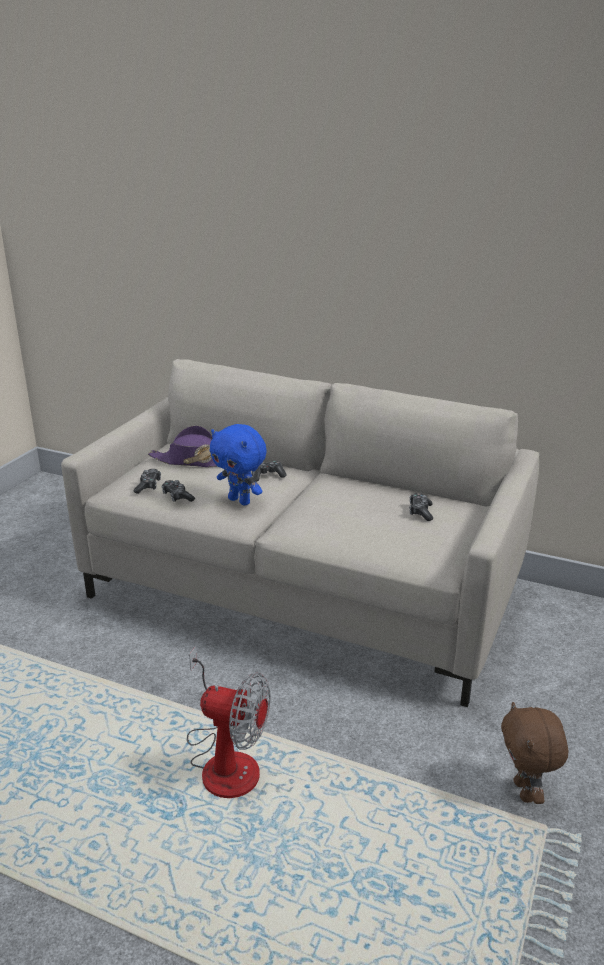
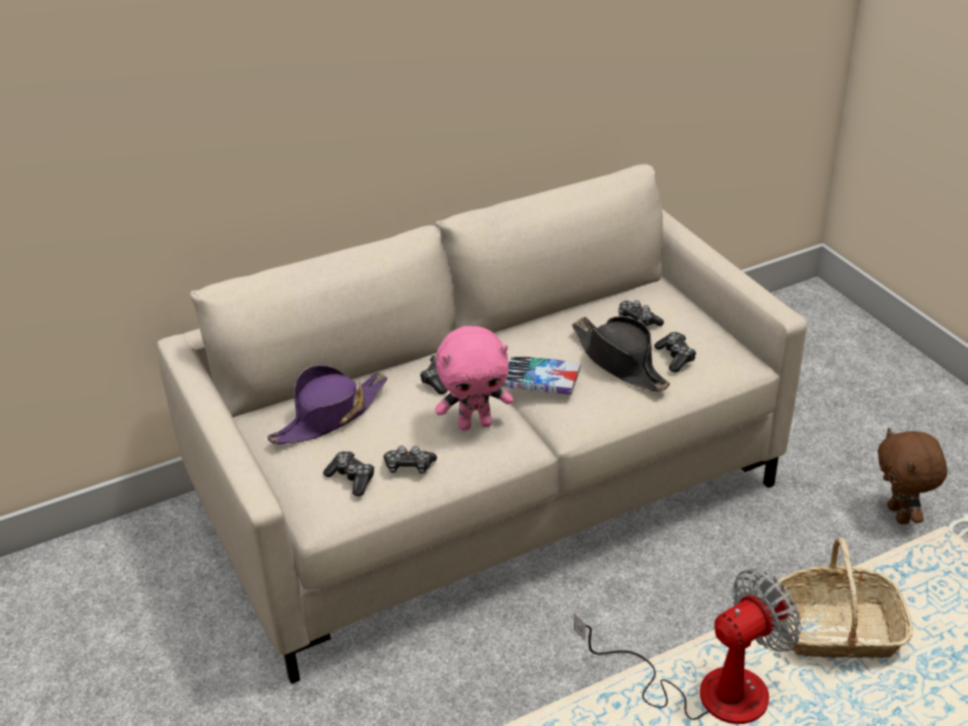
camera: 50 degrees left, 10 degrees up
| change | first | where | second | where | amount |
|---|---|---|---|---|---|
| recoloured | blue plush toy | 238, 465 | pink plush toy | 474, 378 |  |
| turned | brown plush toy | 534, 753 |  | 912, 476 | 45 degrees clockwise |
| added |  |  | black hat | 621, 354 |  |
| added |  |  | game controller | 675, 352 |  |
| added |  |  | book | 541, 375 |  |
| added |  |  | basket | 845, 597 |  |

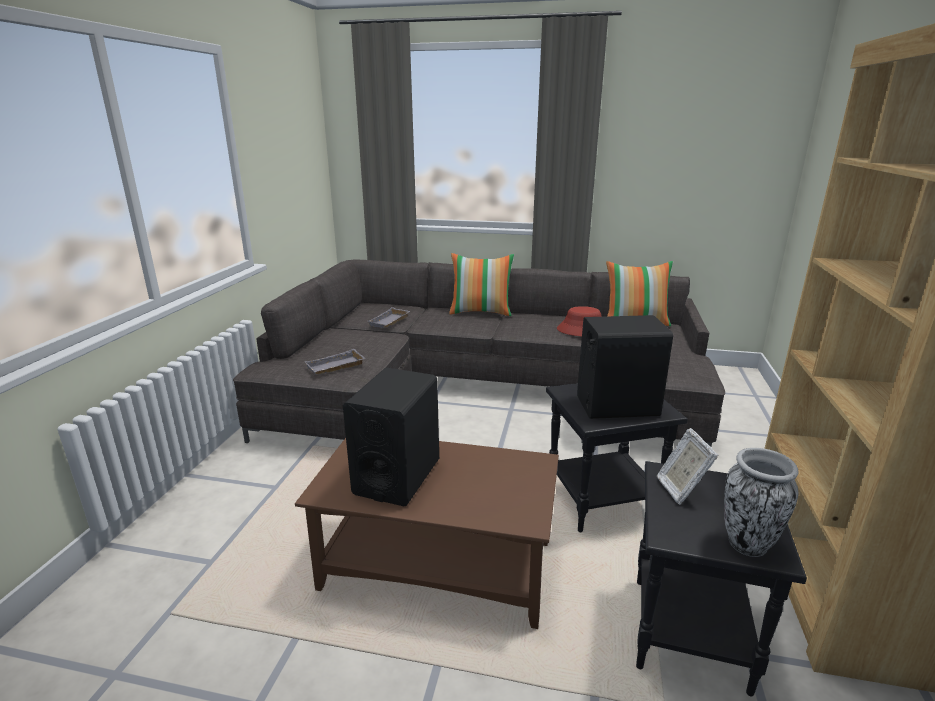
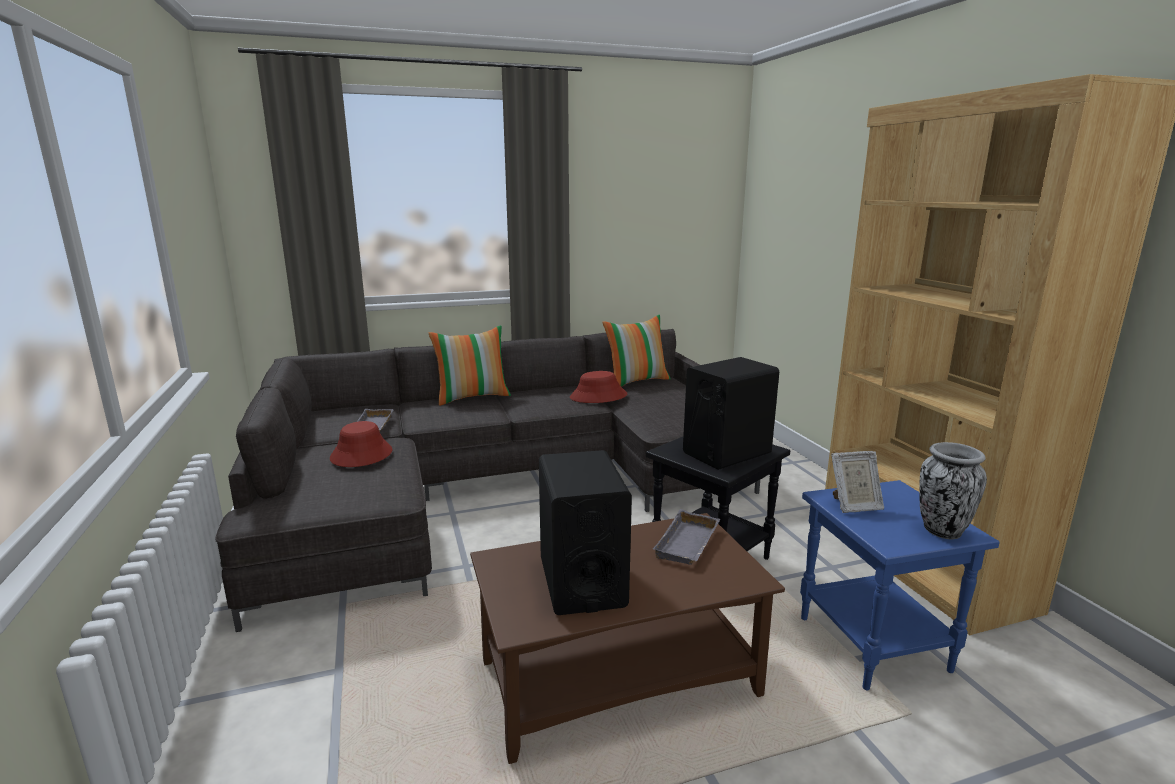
camera: 30 degrees left, 5 degrees down
| change | first | where | second | where | amount |
|---|---|---|---|---|---|
| moved | grey tray | 335, 362 |  | 686, 537 |  |
| turned | picture frame | 688, 466 |  | 857, 482 | 60 degrees counterclockwise |
| recoloured | black side table | 721, 578 | blue side table | 900, 585 |  |
| added |  |  | red hat | 361, 444 |  |

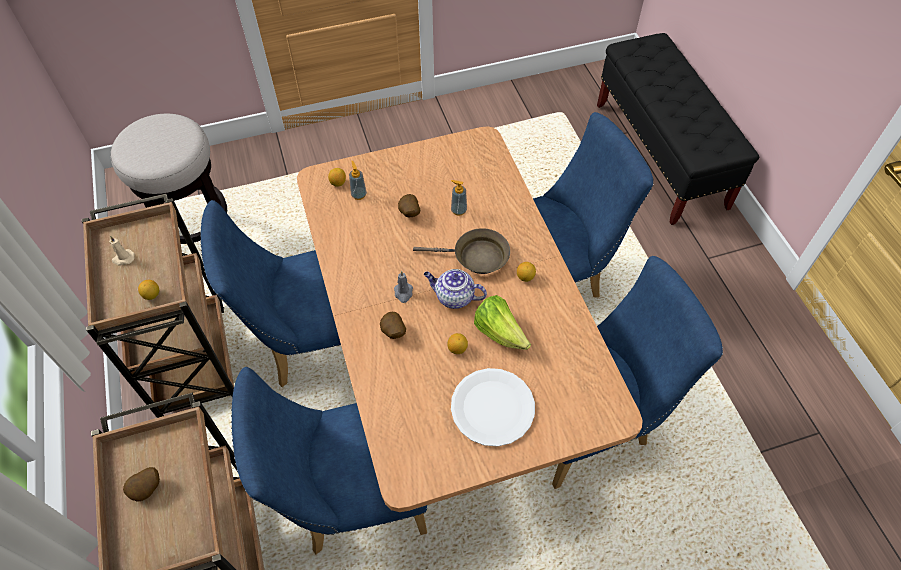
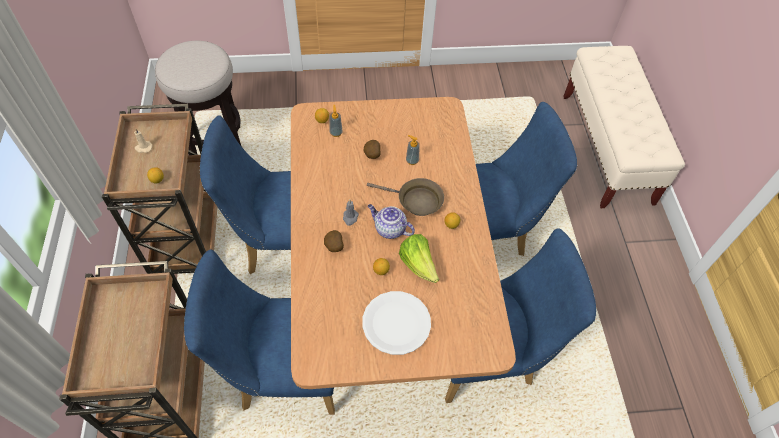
camera: 10 degrees right, 0 degrees up
| change | first | where | second | where | amount |
|---|---|---|---|---|---|
| recoloured | black bench | 678, 129 | beige bench | 624, 127 |  |
| removed | potato | 141, 484 |  |  |  |

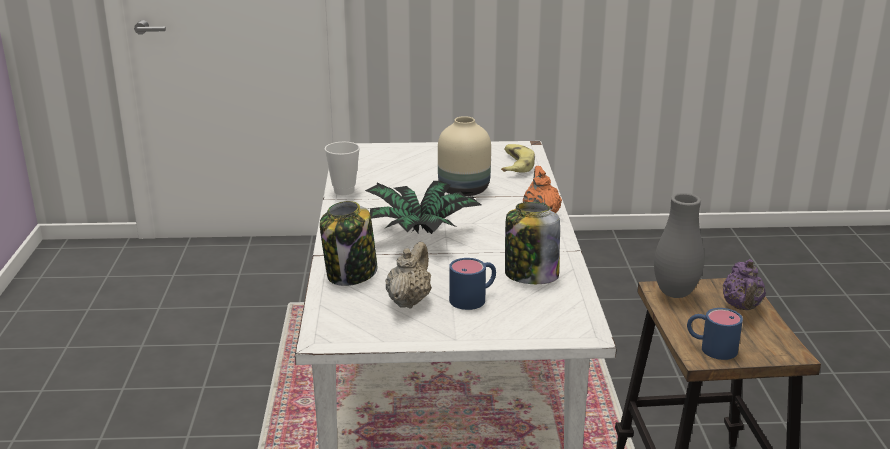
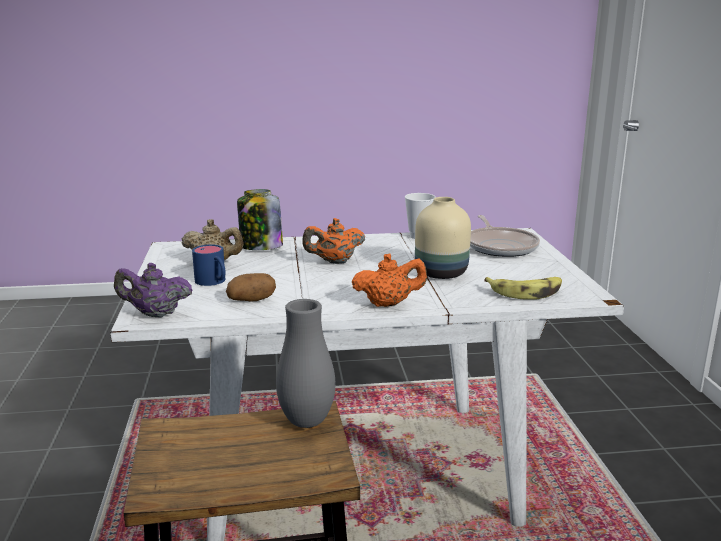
camera: 85 degrees right, 5 degrees down
| change | first | where | second | where | amount |
|---|---|---|---|---|---|
| replaced | potted plant | 423, 207 | orange teapot | 333, 241 |  |
| replaced | jar | 532, 243 | potato | 251, 287 |  |
| moved | purple teapot | 744, 284 |  | 153, 290 |  |
| removed | blue mug | 715, 334 |  |  |  |
| added |  |  | frying pan | 505, 236 |  |

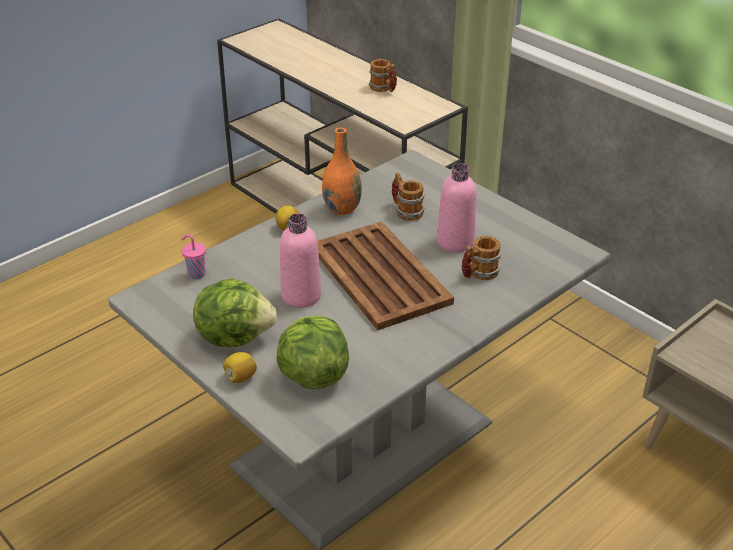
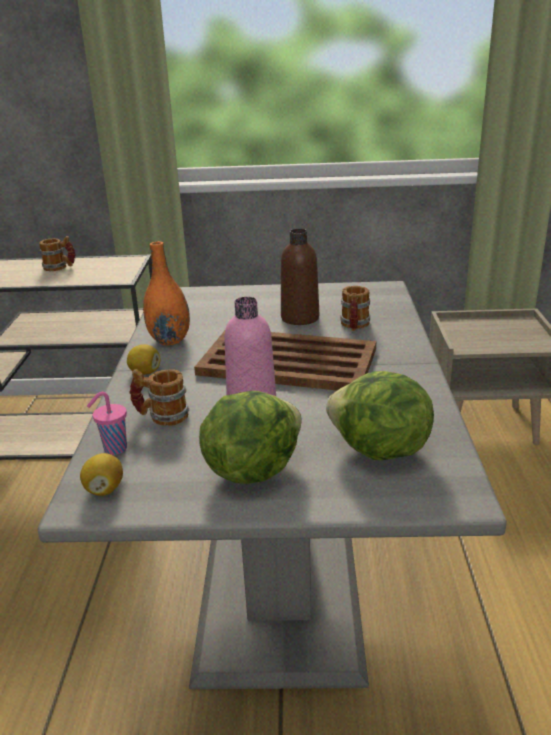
camera: 45 degrees left, 10 degrees down
| change | first | where | second | where | amount |
|---|---|---|---|---|---|
| recoloured | pink bottle | 456, 207 | brown bottle | 300, 277 |  |
| moved | mug | 408, 196 |  | 159, 397 |  |
| moved | lemon | 240, 367 |  | 101, 474 |  |

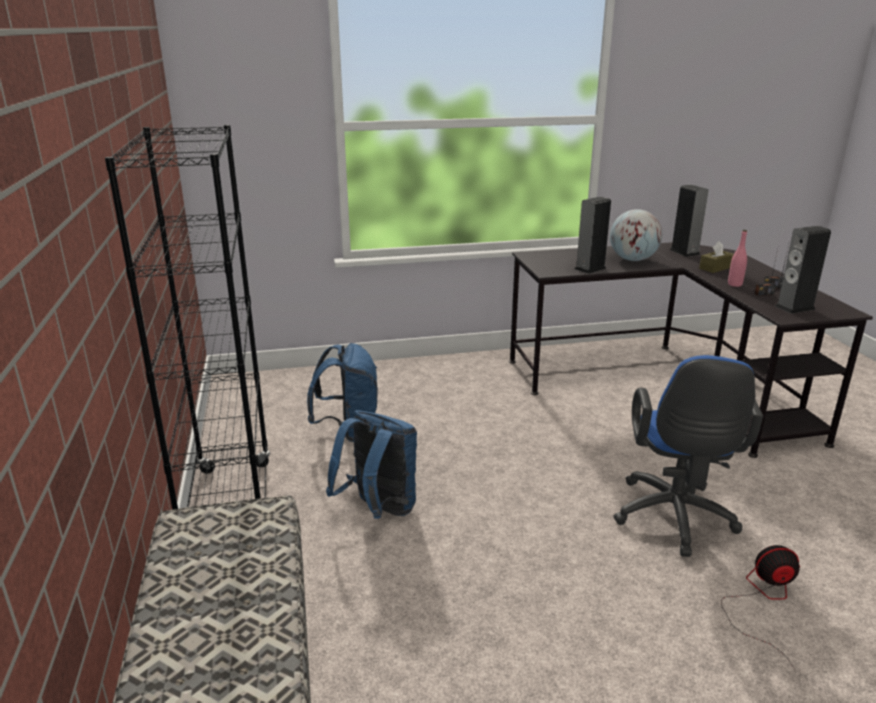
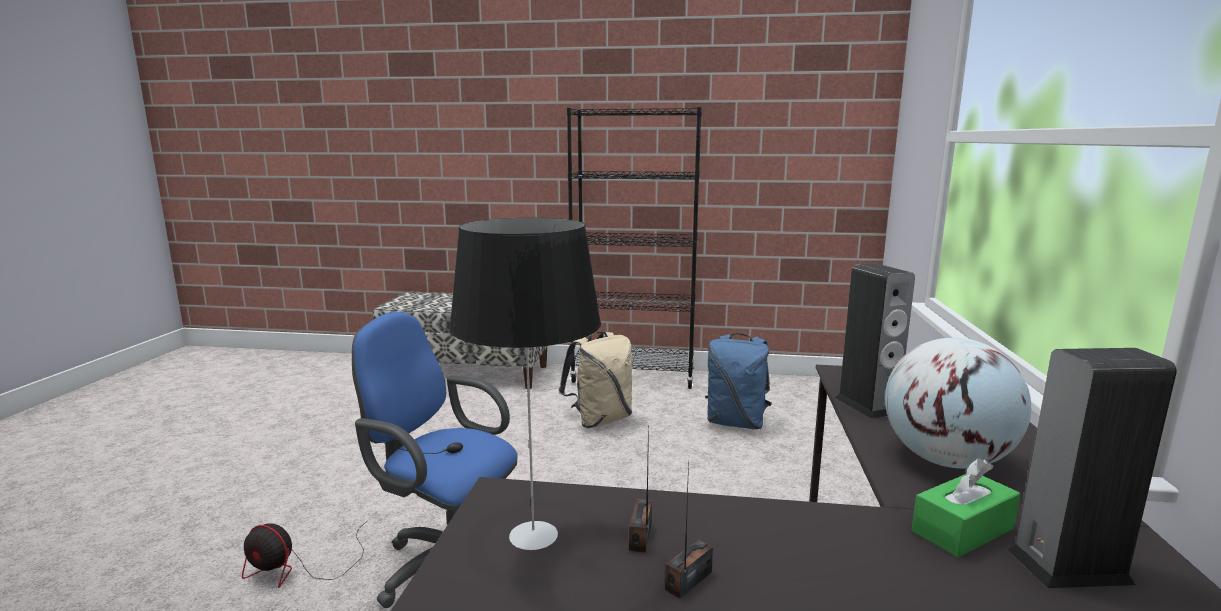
camera: 110 degrees right, 10 degrees down
| change | first | where | second | where | amount |
|---|---|---|---|---|---|
| replaced | speaker | 803, 270 | table lamp | 525, 383 |  |
| removed | pink bottle | 737, 258 |  |  |  |
| removed | brown tissue box | 716, 257 |  |  |  |
| recoloured | blue backpack | 371, 464 | beige backpack | 595, 379 |  |
| turned | fan | 760, 606 |  | 304, 554 | 90 degrees clockwise |
| added |  |  | green tissue box | 966, 507 |  |

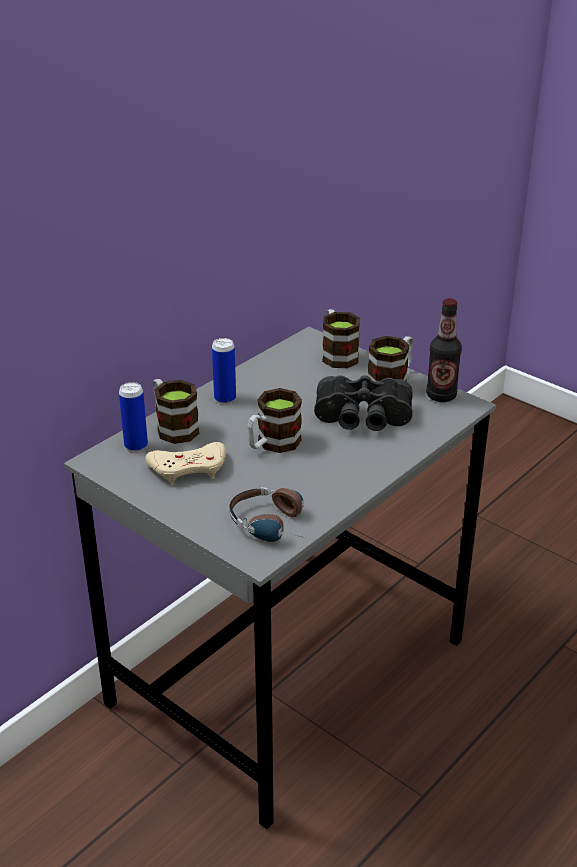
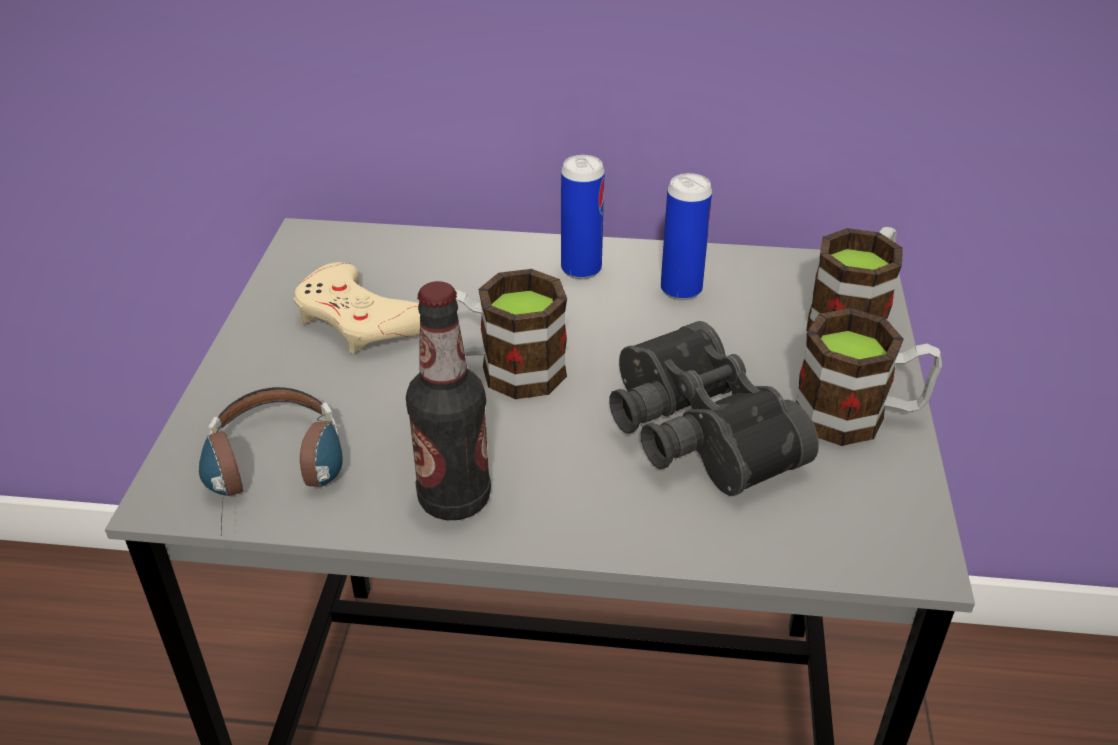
camera: 55 degrees right, 5 degrees up
| change | first | where | second | where | amount |
|---|---|---|---|---|---|
| moved | bottle | 444, 350 |  | 448, 400 |  |
| removed | mug | 176, 411 |  |  |  |
| moved | can | 133, 417 |  | 686, 236 |  |

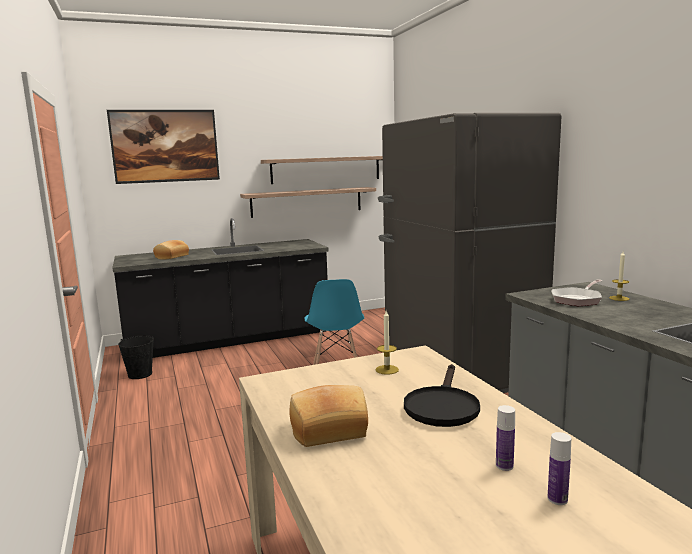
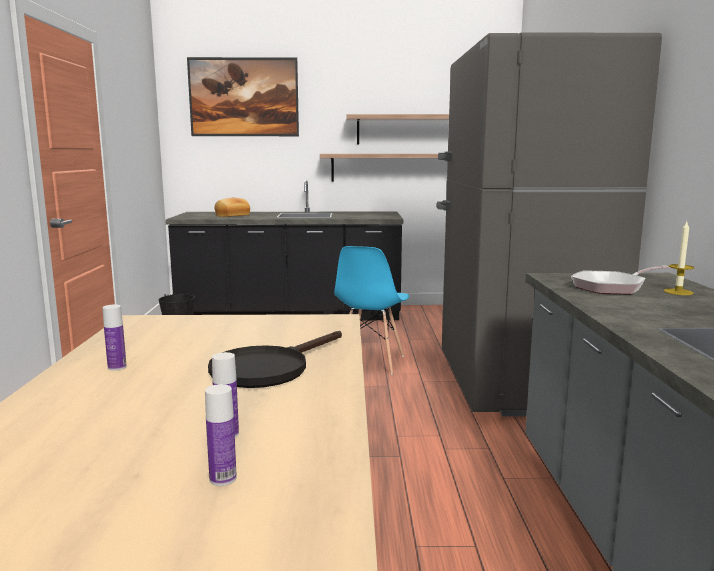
camera: 20 degrees right, 0 degrees up
| change | first | where | second | where | amount |
|---|---|---|---|---|---|
| removed | candle | 387, 343 |  |  |  |
| replaced | bread | 329, 416 | bottle | 115, 337 |  |

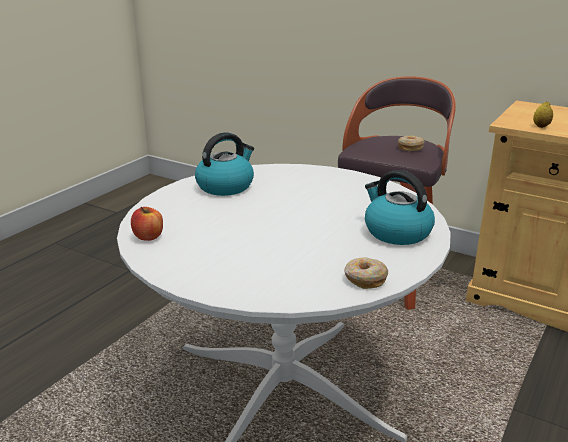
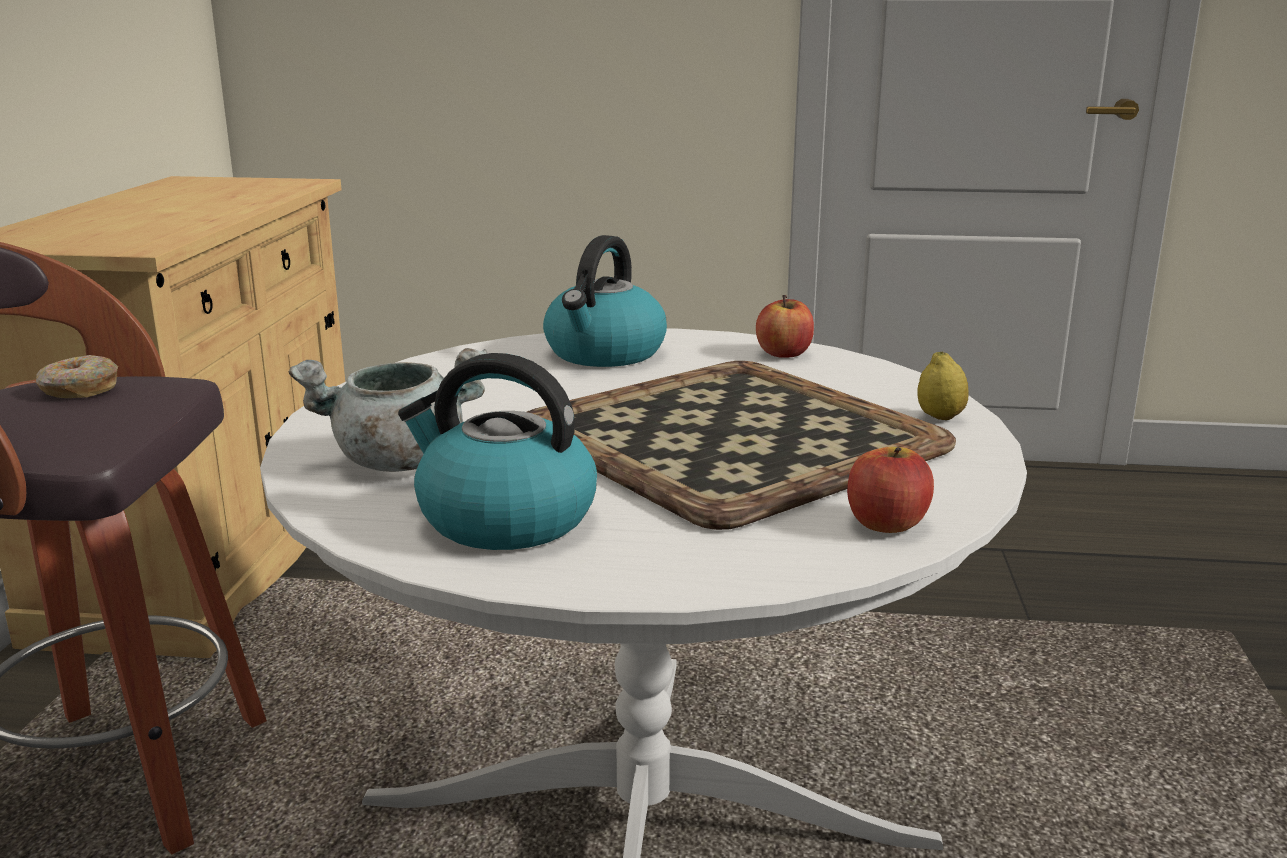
camera: 115 degrees left, 5 degrees down
| change | first | where | second | where | amount |
|---|---|---|---|---|---|
| moved | lemon | 543, 114 |  | 943, 386 |  |
| replaced | donut | 366, 273 | apple | 785, 326 |  |
| added |  |  | grey cooking pot | 387, 410 |  |
| added |  |  | tray | 741, 445 |  |

